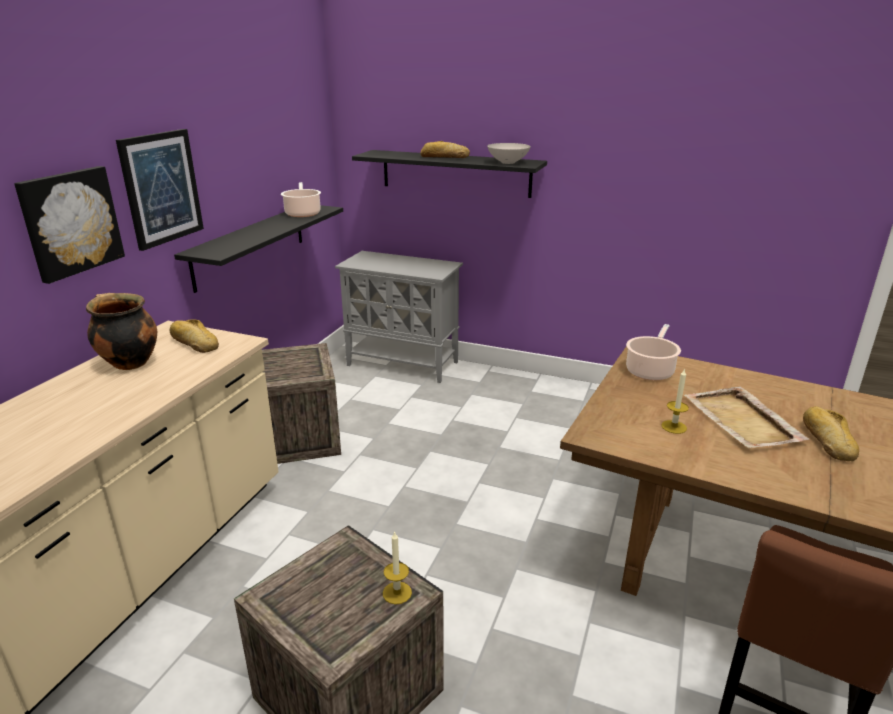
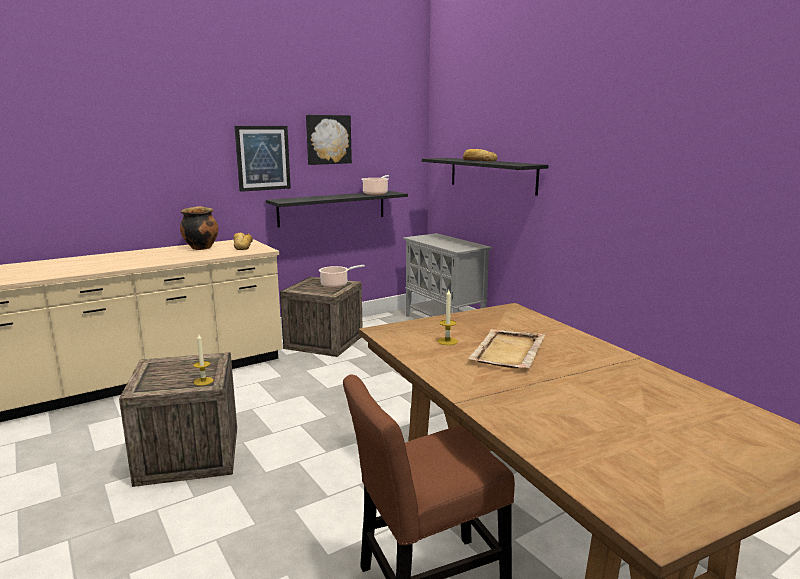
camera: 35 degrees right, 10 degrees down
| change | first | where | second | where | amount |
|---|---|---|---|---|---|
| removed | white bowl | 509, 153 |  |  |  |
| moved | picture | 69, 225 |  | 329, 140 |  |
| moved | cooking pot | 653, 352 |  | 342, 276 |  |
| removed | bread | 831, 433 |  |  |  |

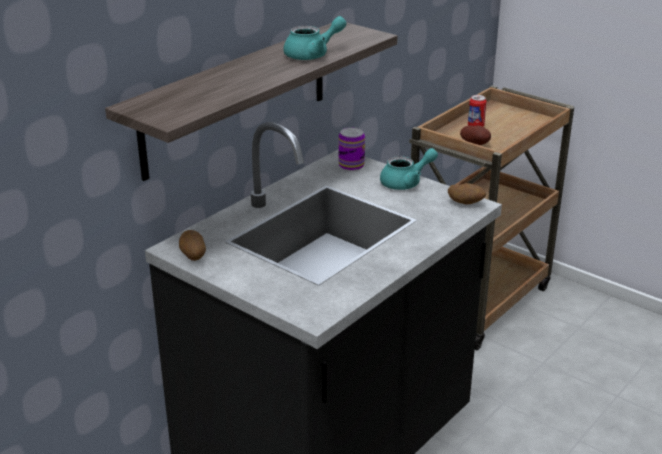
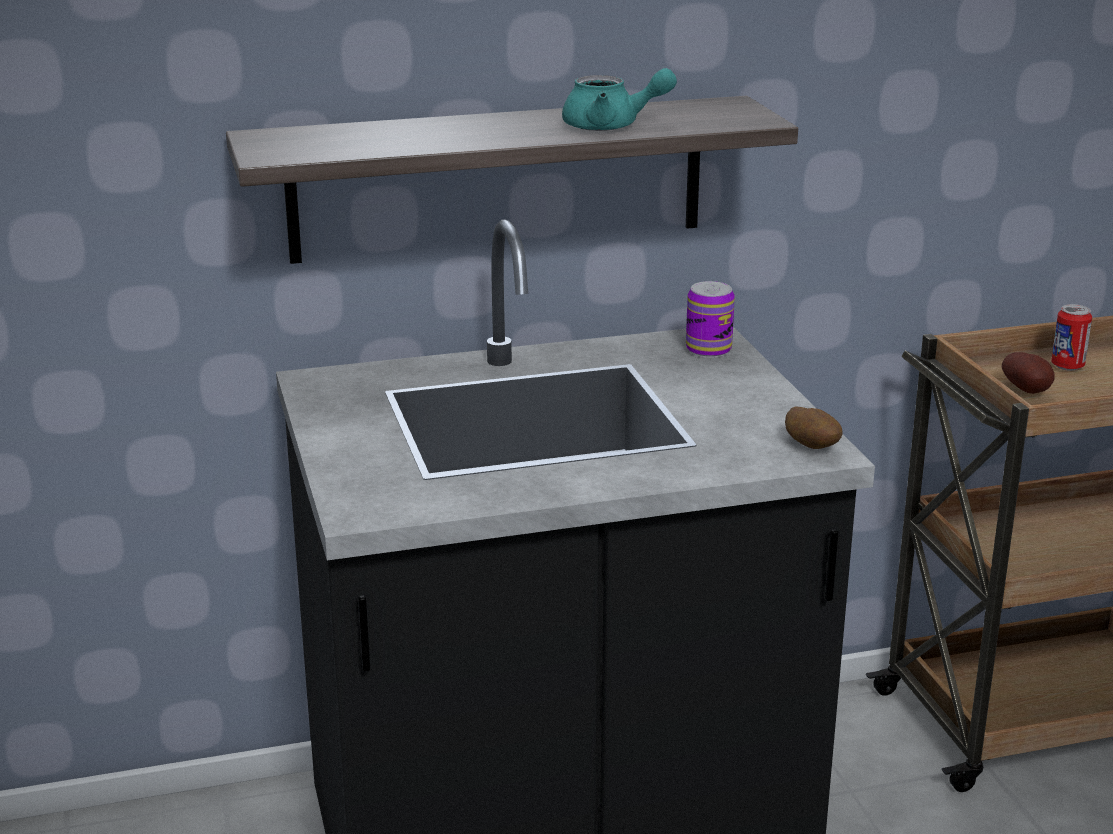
camera: 35 degrees right, 5 degrees down
| change | first | where | second | where | amount |
|---|---|---|---|---|---|
| removed | turquoise teapot | 409, 169 |  |  |  |
| removed | potato | 192, 245 |  |  |  |

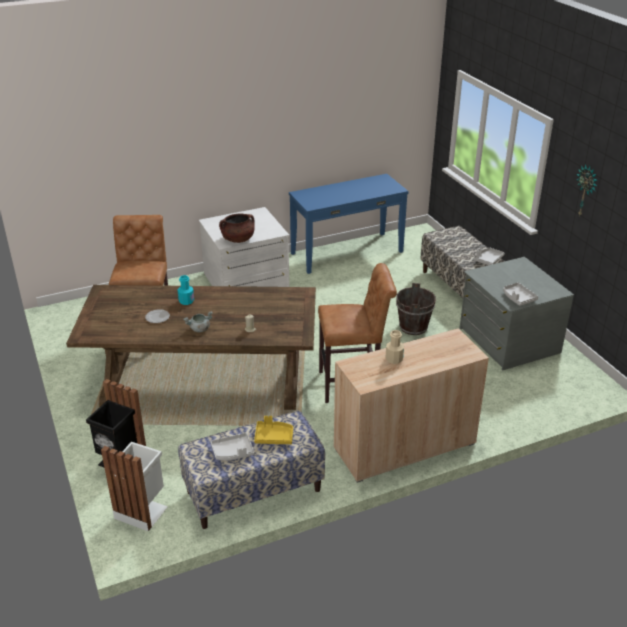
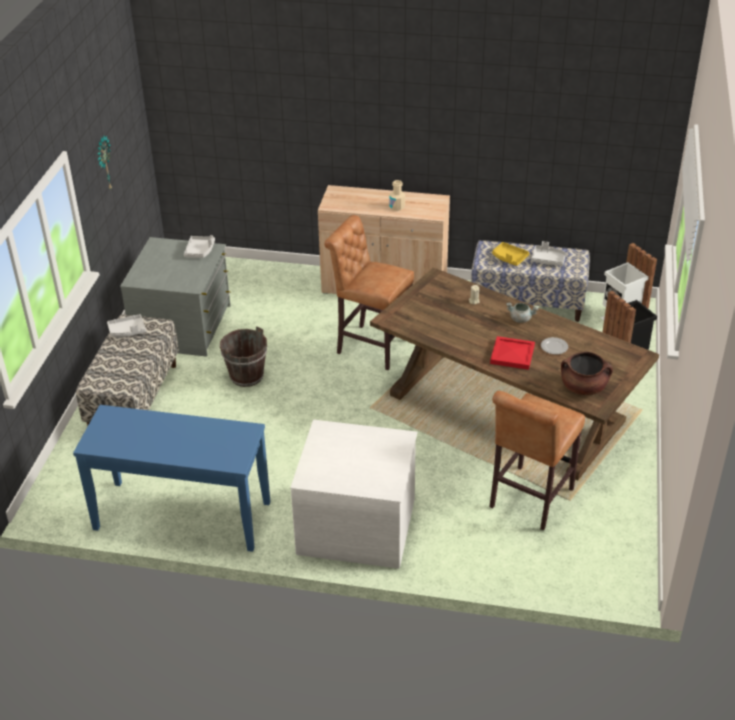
camera: 145 degrees left, 5 degrees up
| change | first | where | second | where | amount |
|---|---|---|---|---|---|
| moved | brown cooking pot | 237, 228 |  | 587, 373 |  |
| replaced | turquoise bottle | 186, 290 | red tray | 512, 353 |  |

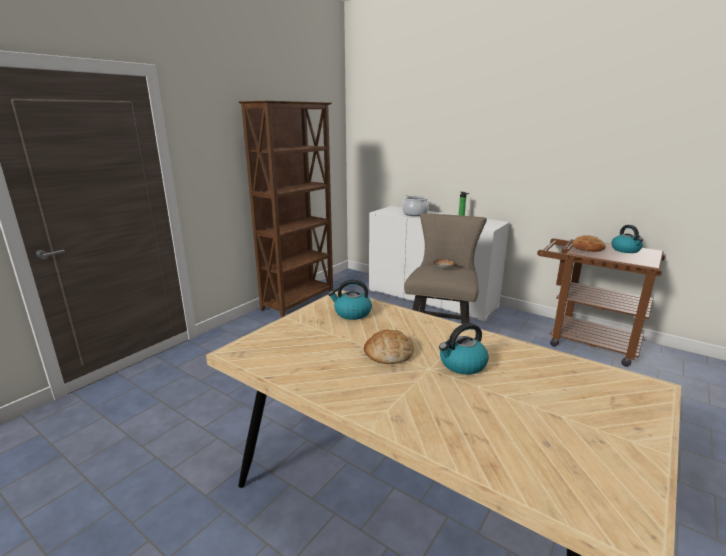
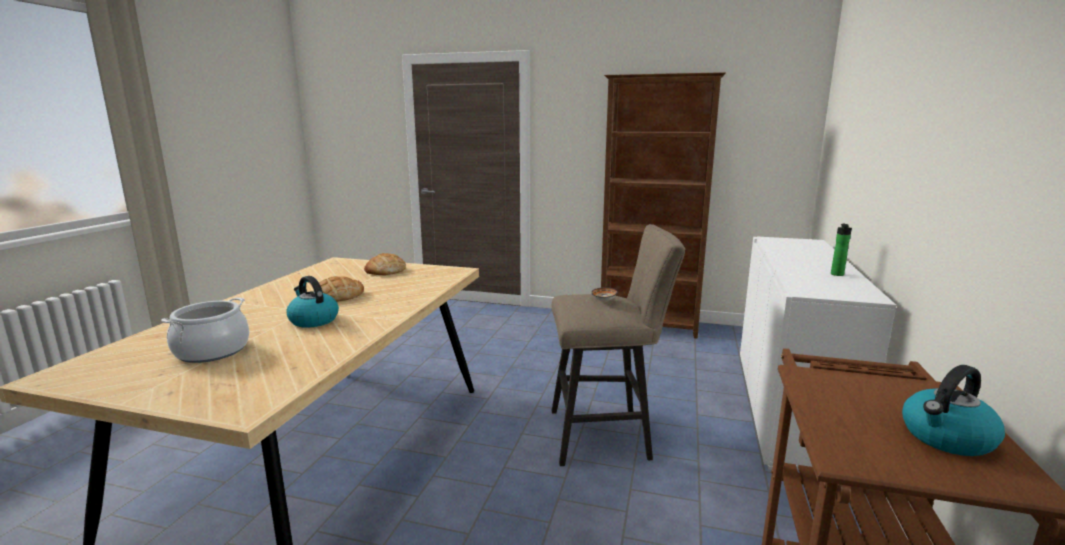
camera: 70 degrees right, 5 degrees down
| change | first | where | second | where | amount |
|---|---|---|---|---|---|
| moved | cooking pot | 415, 205 |  | 205, 330 |  |
| moved | bread | 589, 243 |  | 385, 264 |  |
| removed | kettle | 350, 300 |  |  |  |

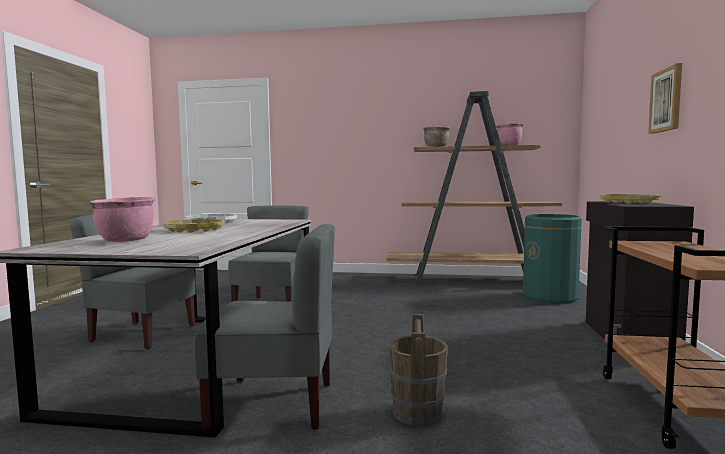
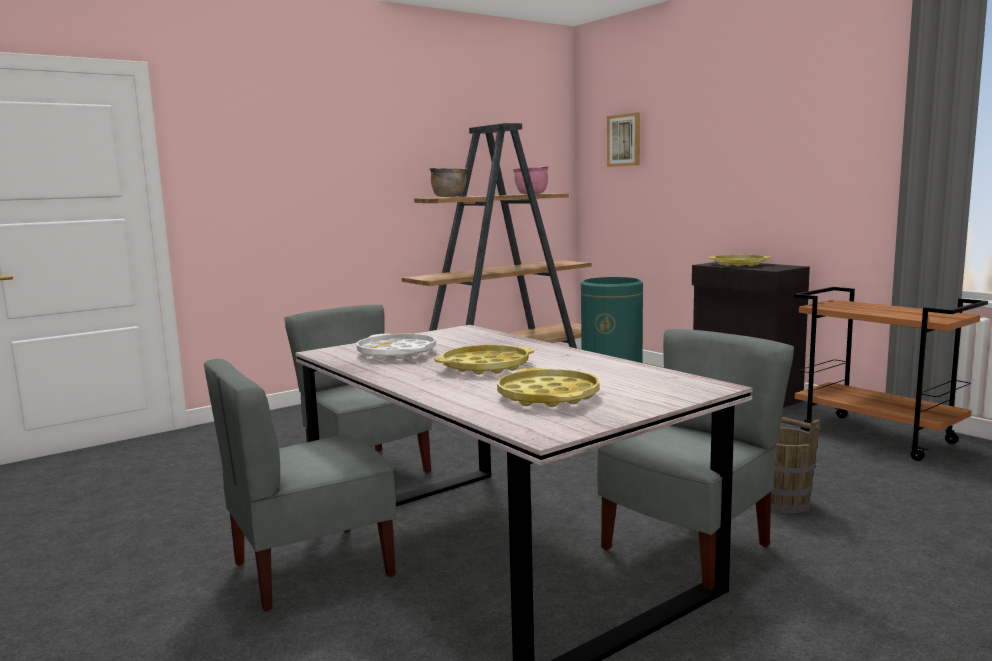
camera: 45 degrees left, 5 degrees up
| change | first | where | second | where | amount |
|---|---|---|---|---|---|
| moved | picture | 665, 98 |  | 623, 139 |  |
| replaced | pink cooking pot | 122, 219 | yellow tray | 548, 387 |  |

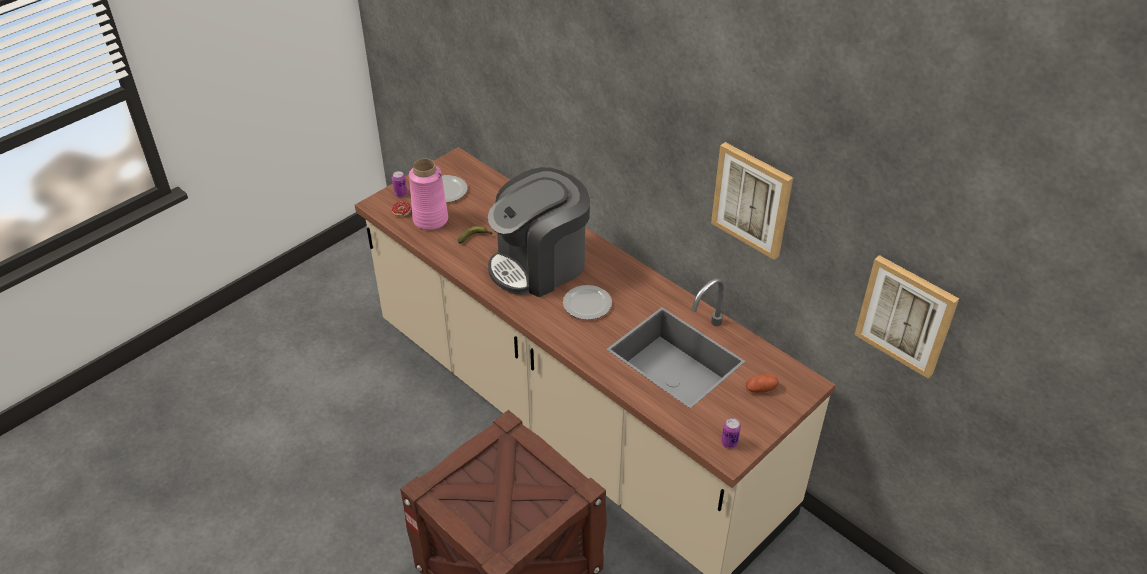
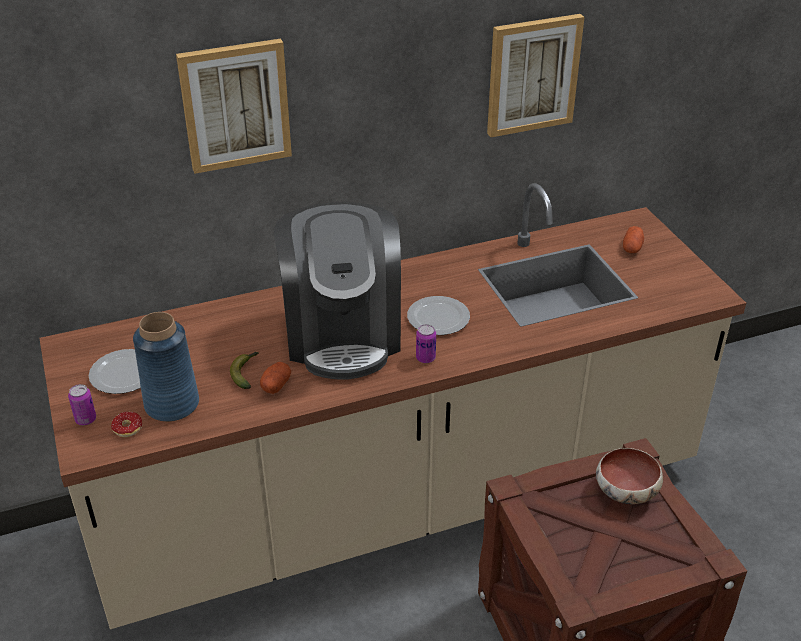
camera: 65 degrees left, 5 degrees down
| change | first | where | second | where | amount |
|---|---|---|---|---|---|
| recoloured | pink vase | 428, 194 | blue vase | 166, 367 |  |
| moved | picture | 907, 317 |  | 234, 106 |  |
| moved | can | 731, 433 |  | 426, 343 |  |
| added |  |  | potato | 276, 378 |  |
| added |  |  | bowl | 629, 476 |  |

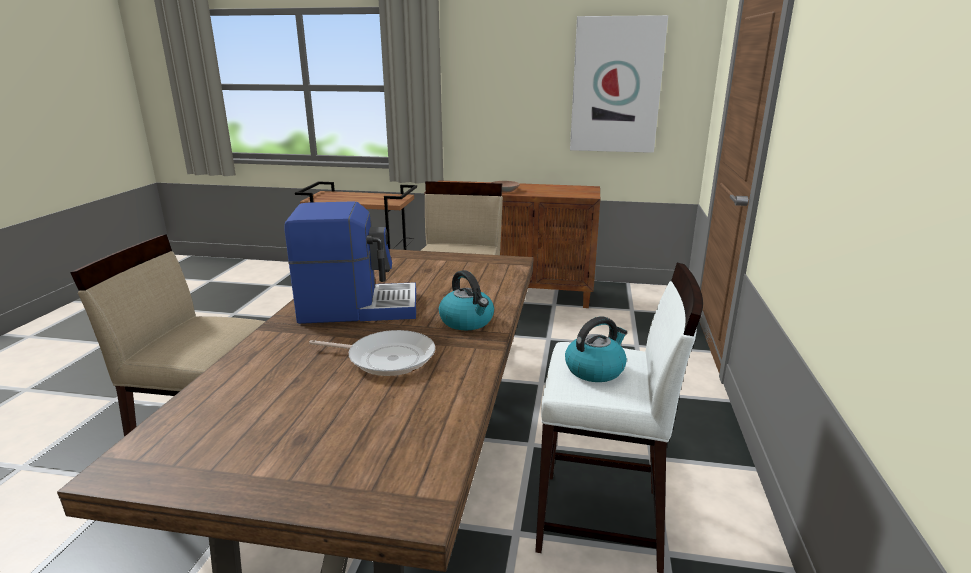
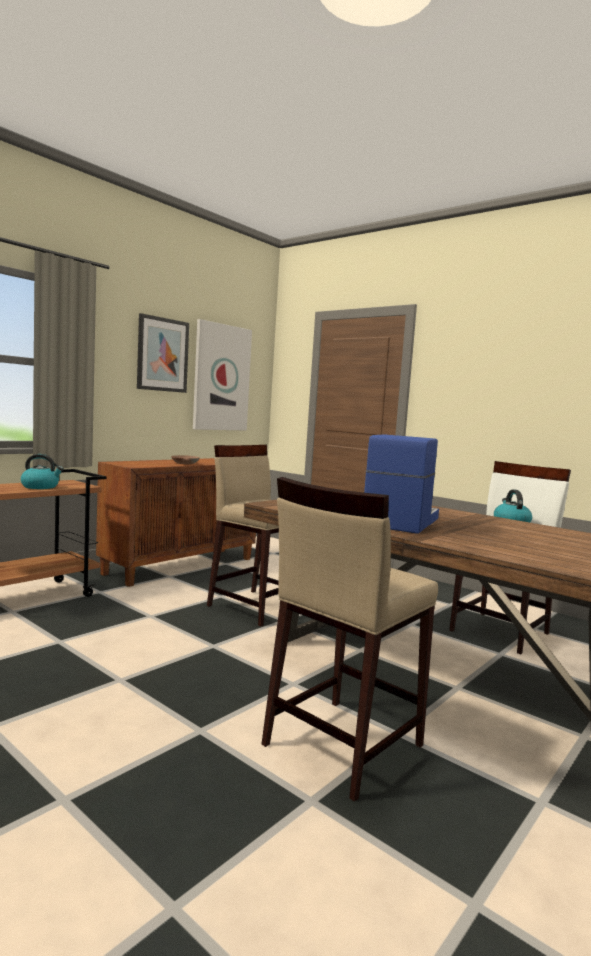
camera: 60 degrees left, 15 degrees down
| change | first | where | second | where | amount |
|---|---|---|---|---|---|
| moved | kettle | 466, 300 |  | 42, 471 |  |
| removed | frying pan | 372, 353 |  |  |  |
| added |  |  | picture | 163, 353 |  |

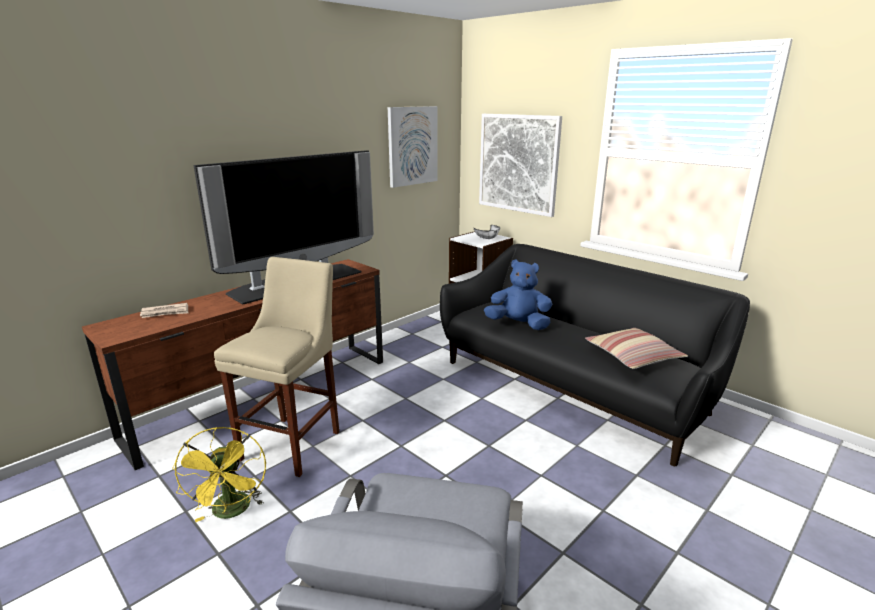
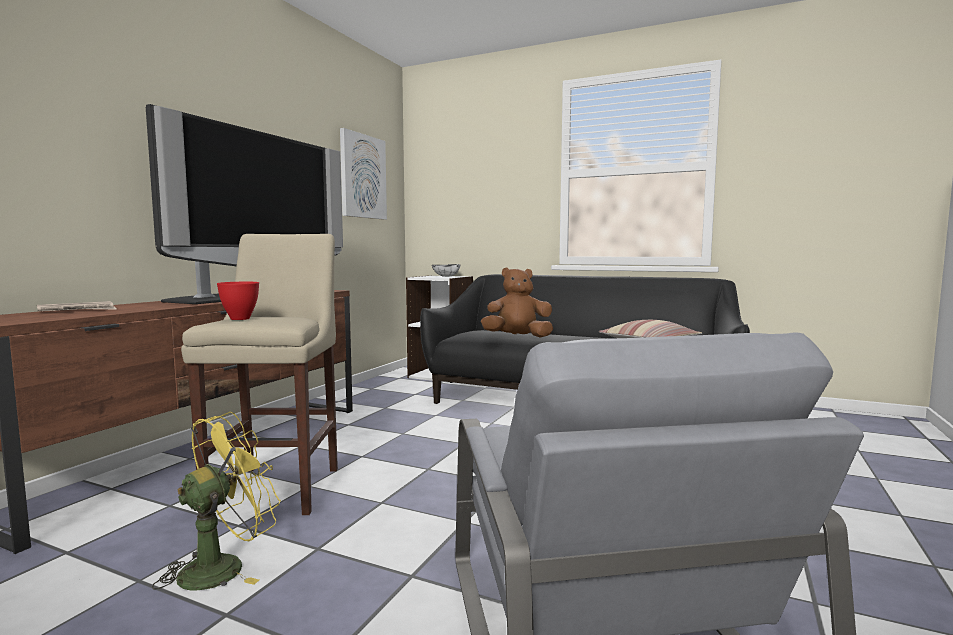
camera: 20 degrees left, 15 degrees down
| change | first | where | second | where | amount |
|---|---|---|---|---|---|
| removed | picture | 520, 165 |  |  |  |
| recoloured | blue plush toy | 518, 294 | brown plush toy | 517, 302 |  |
| turned | yellow fan | 219, 474 |  | 216, 501 | 105 degrees counterclockwise |
| added |  |  | red bowl | 238, 301 |  |

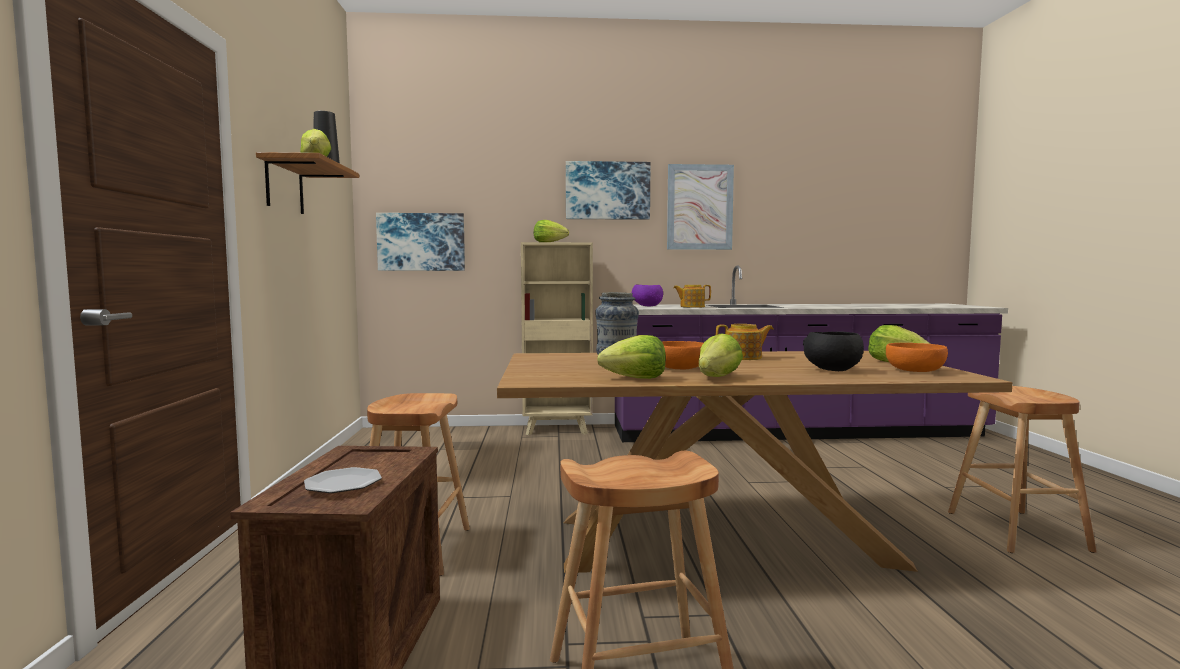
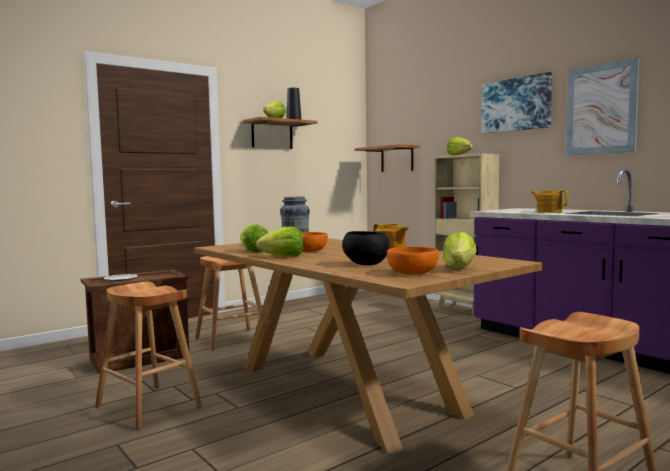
camera: 55 degrees right, 0 degrees up
| change | first | where | second | where | amount |
|---|---|---|---|---|---|
| replaced | picture | 420, 242 | shelf | 387, 158 |  |
| removed | purple bowl | 647, 295 |  |  |  |

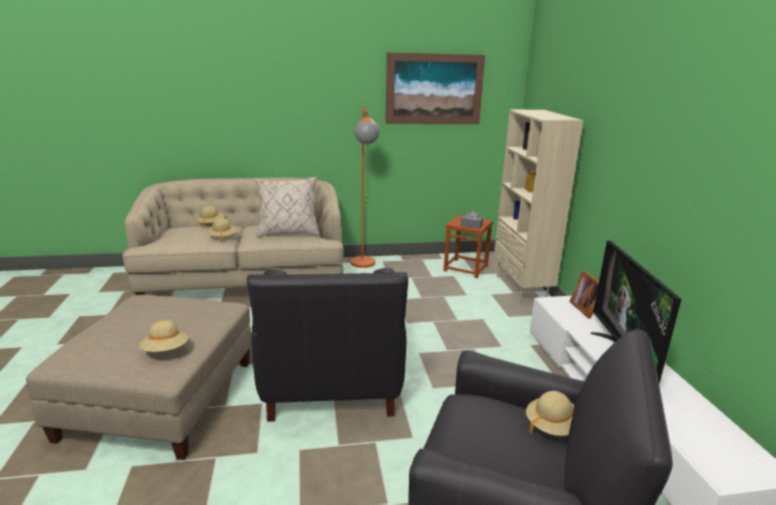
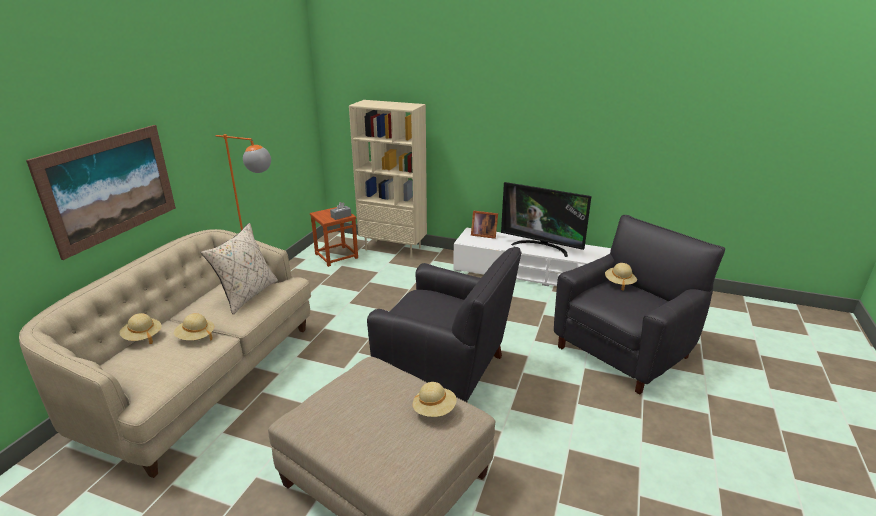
camera: 60 degrees left, 5 degrees up
| change | first | where | second | where | amount |
|---|---|---|---|---|---|
| moved | picture | 435, 88 |  | 101, 192 |  |

